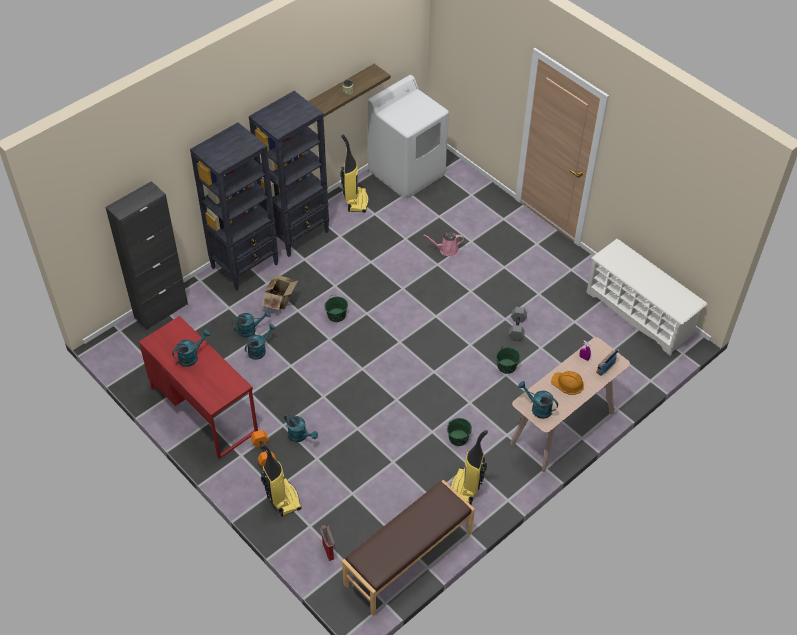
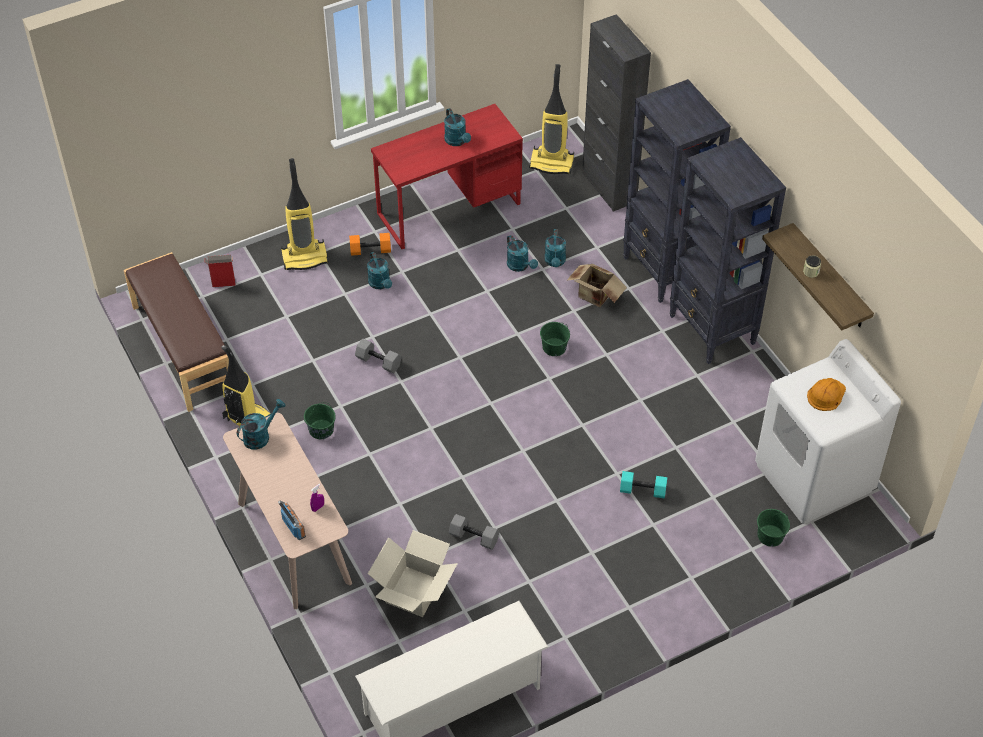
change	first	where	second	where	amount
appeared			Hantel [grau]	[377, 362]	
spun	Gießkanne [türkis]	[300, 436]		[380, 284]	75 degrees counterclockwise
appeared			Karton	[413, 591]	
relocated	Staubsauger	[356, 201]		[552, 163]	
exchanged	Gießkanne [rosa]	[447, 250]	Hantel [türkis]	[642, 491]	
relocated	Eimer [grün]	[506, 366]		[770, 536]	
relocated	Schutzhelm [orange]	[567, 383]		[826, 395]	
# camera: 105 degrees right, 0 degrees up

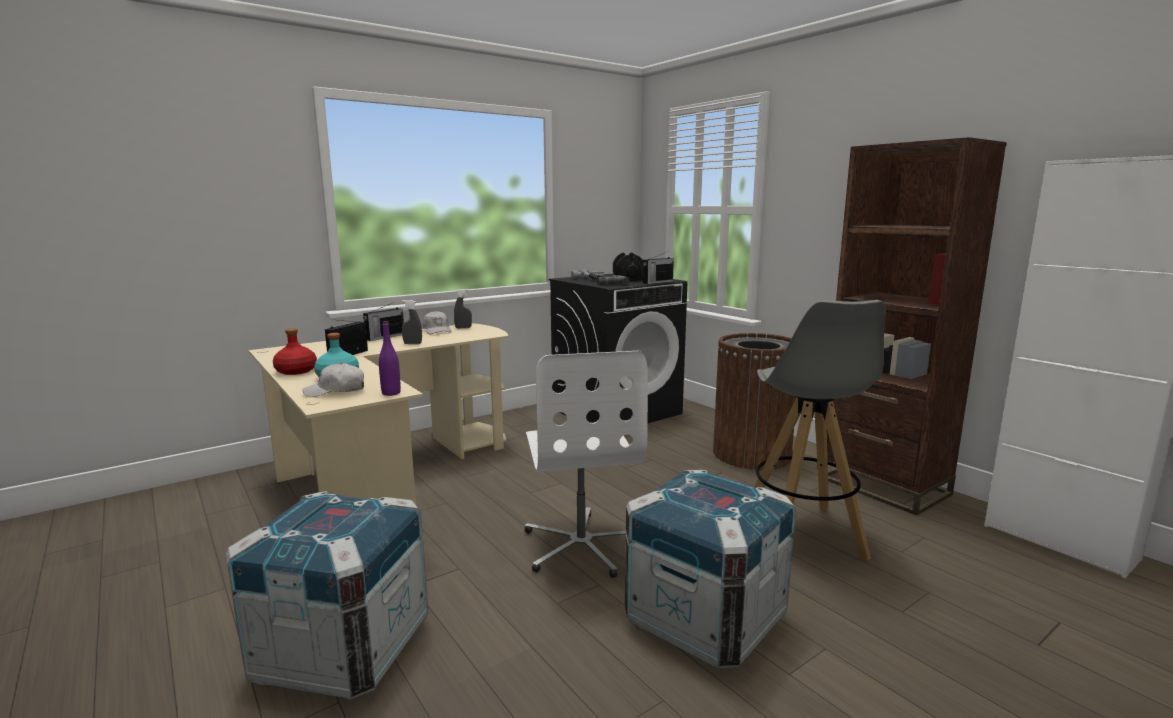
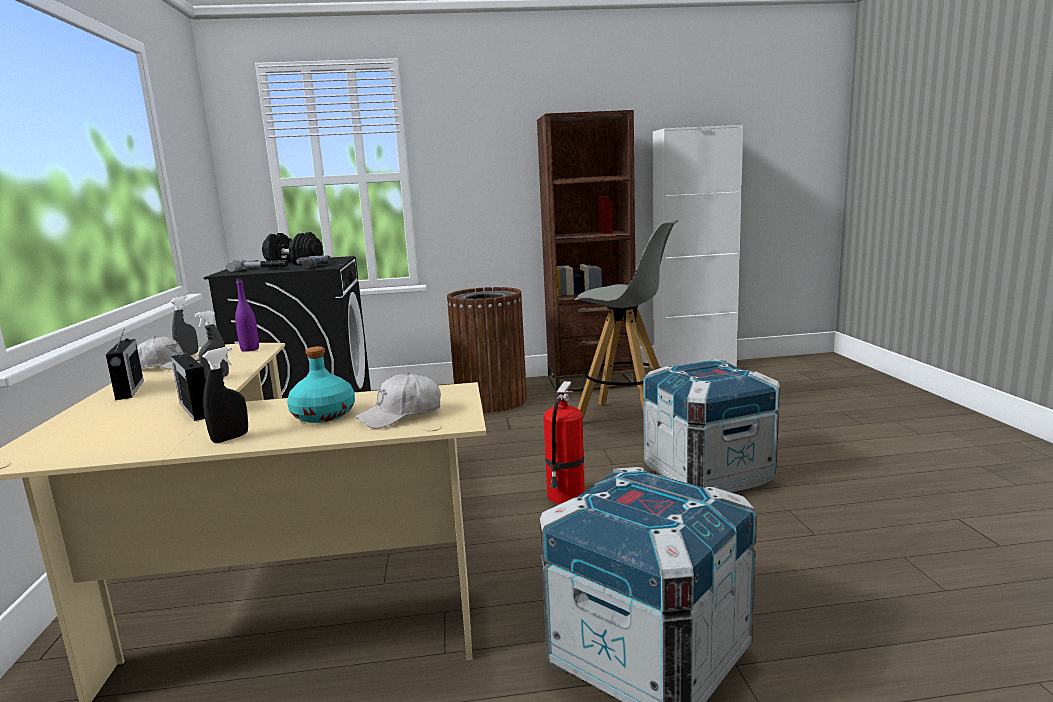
change	first	where	second	where	amount
exchanged	Flasche [rot]	[296, 371]	Sprühflasche [schwarz]	[230, 438]	
relocated	Flasche [lila]	[391, 393]		[250, 349]	
spun	Kappe [weiß]	[335, 391]		[400, 415]	45 degrees clockwise
exchanged	Bürostuhl [weiß]	[582, 545]	Feuerlöscher	[565, 496]	
missing	Radio	[657, 282]			
# camera: 60 degrees left, 0 degrees up

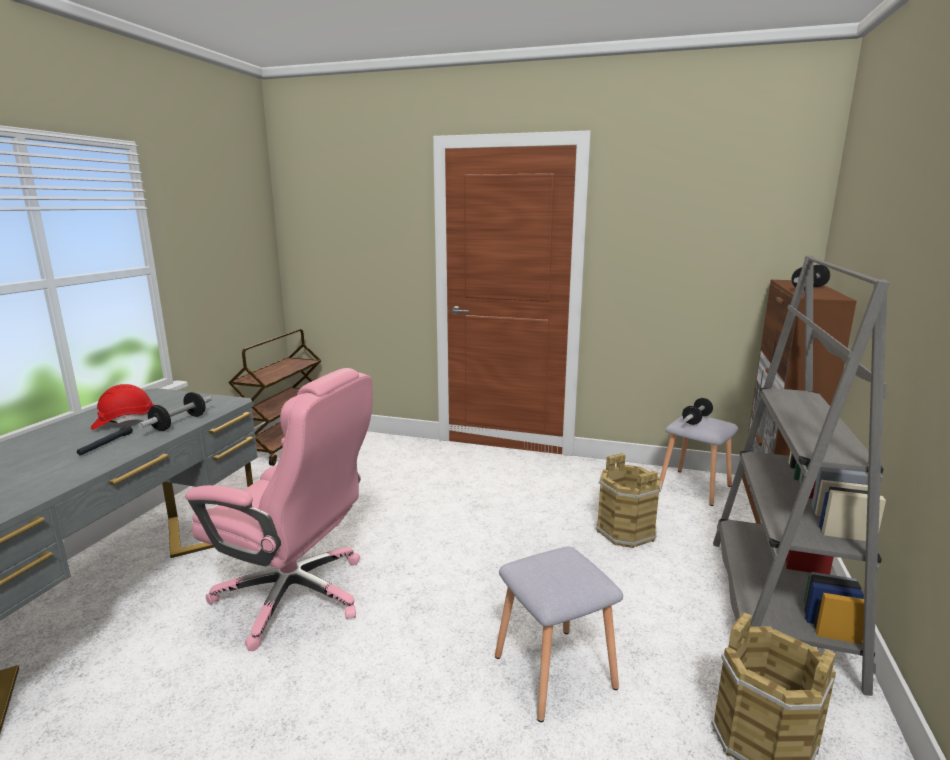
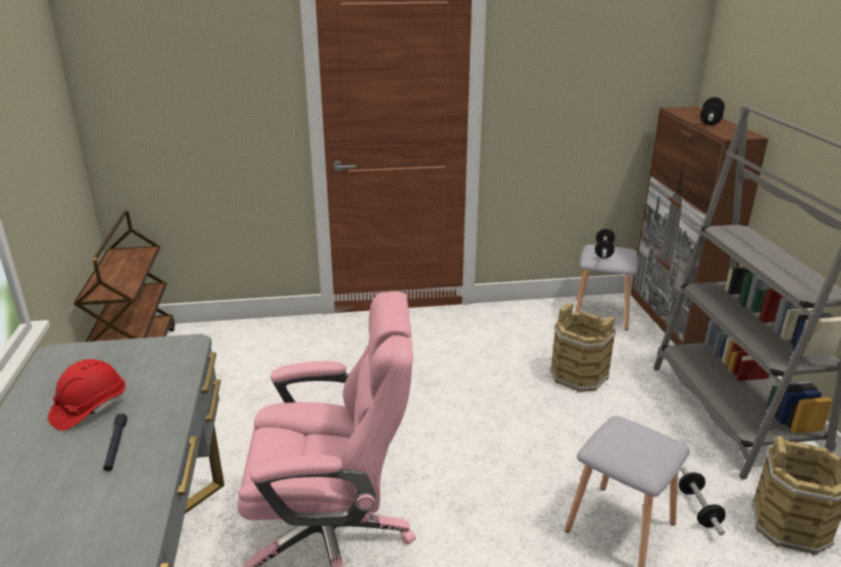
change	first	where	second	where	amount
relocated	Hantel	[179, 423]		[698, 509]	
# camera: 25 degrees left, 10 degrees up

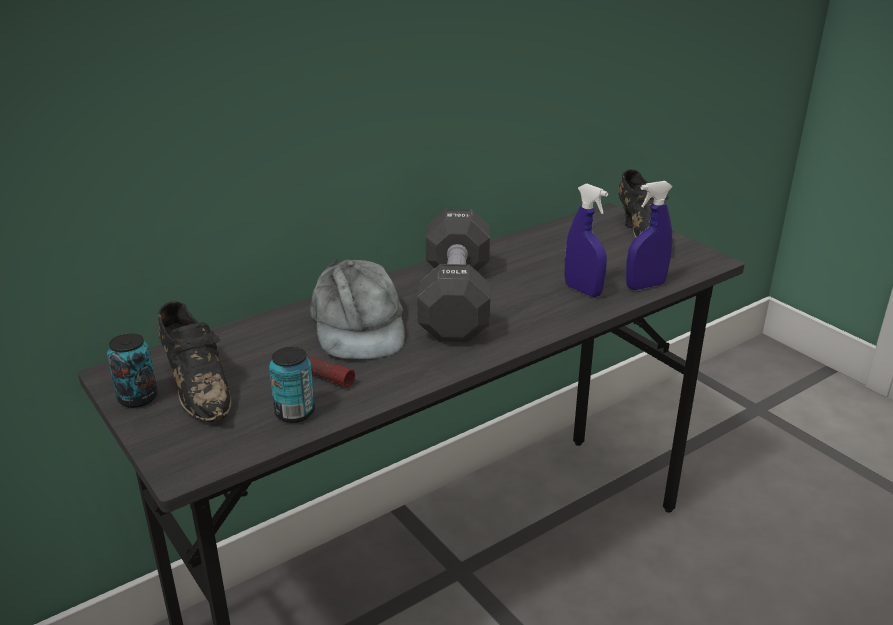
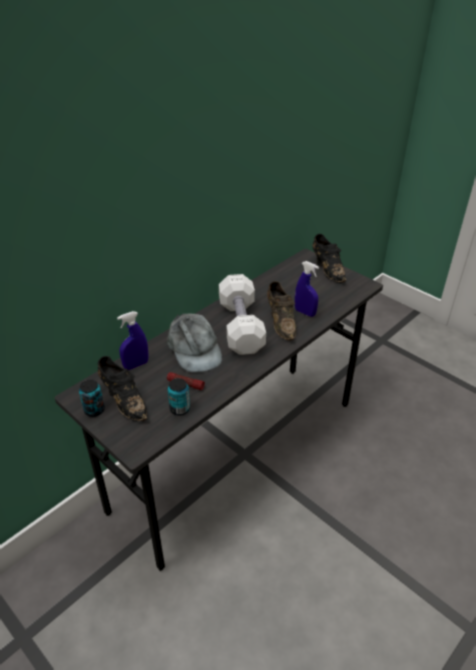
change	first	where	second	where	amount
relocated	Sprühflasche [blau]	[645, 286]		[136, 365]	
colour	Hantel [schwarz]	[456, 300]	Hantel [weiß]	[241, 326]	
appeared			Schuh [braun]	[281, 322]	
# camera: 10 degrees left, 10 degrees up

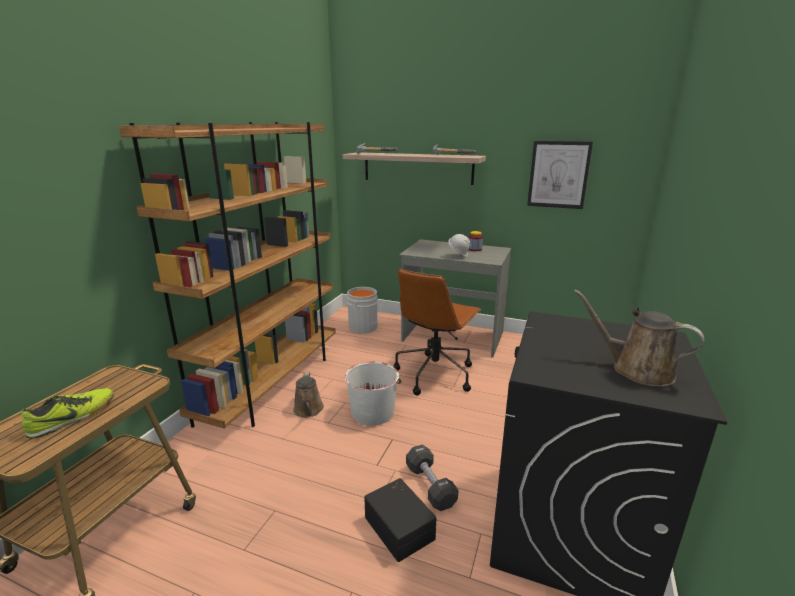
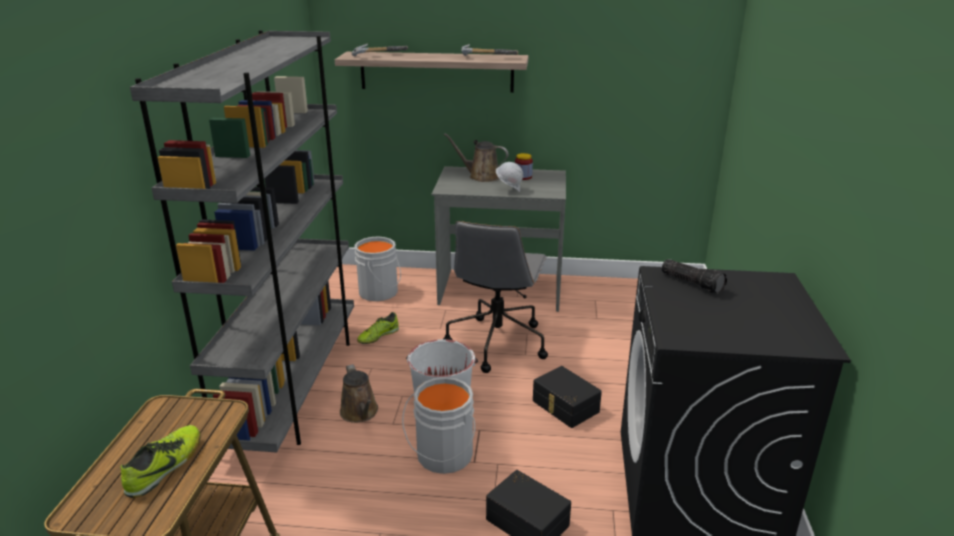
change	first	where	second	where	amount
colour	Bücherregal [braun]	[272, 384]	Bücherregal [grau]	[294, 386]	
appeared			Schuh	[378, 336]	
appeared			Eimer [grau]	[442, 456]	
colour	Bürostuhl [braun]	[435, 373]	Bürostuhl [grau]	[497, 342]	
relocated	Gießkanne [braun]	[636, 370]		[481, 176]	
appeared			Aufbewahrungsbox [schwarz]	[564, 407]	
appeared			Taschenlampe	[692, 283]	
missing	Hantel [schwarz]	[430, 486]			
missing	Bild	[558, 174]			
# camera: 15 degrees left, 5 degrees up

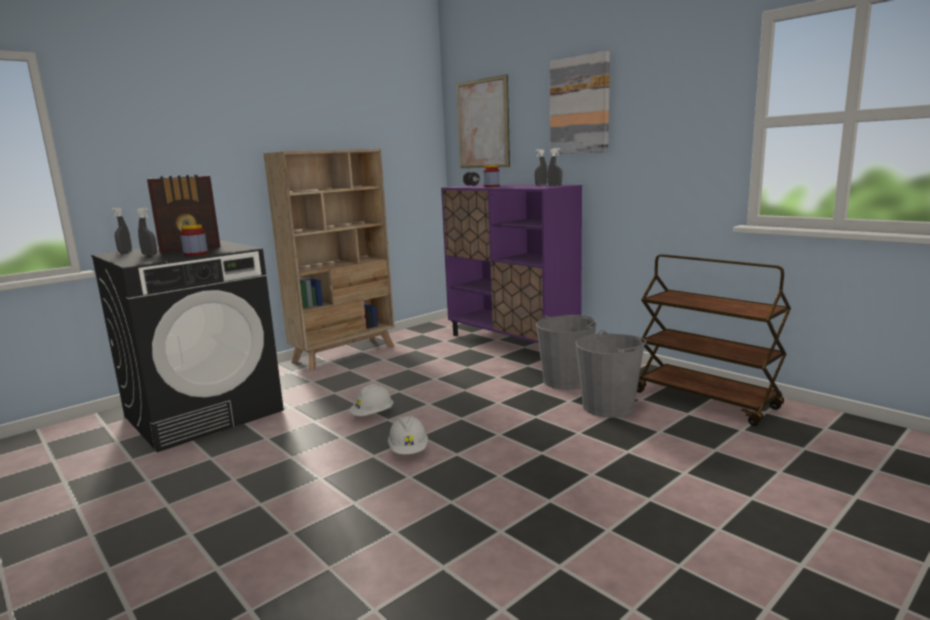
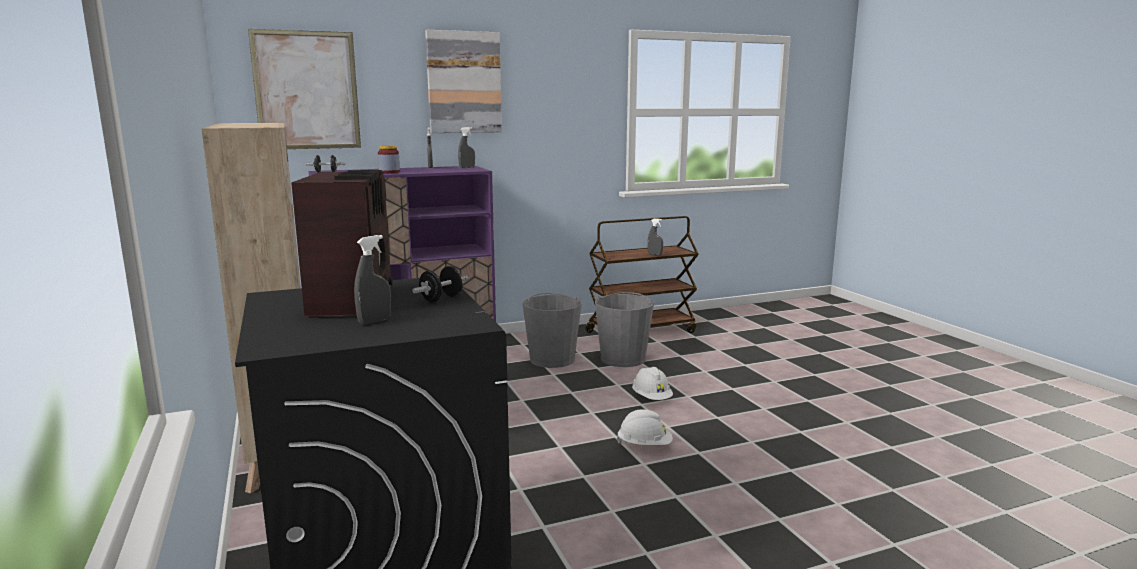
change	first	where	second	where	amount
exchanged	Vorratsglas	[195, 254]	Hantel [schwarz]	[441, 299]	
relocated	Schutzhelm [weiß]	[372, 415]		[651, 398]	
relocated	Sprühflasche [grau]	[125, 251]		[654, 254]	
# camera: 70 degrees left, 0 degrees up

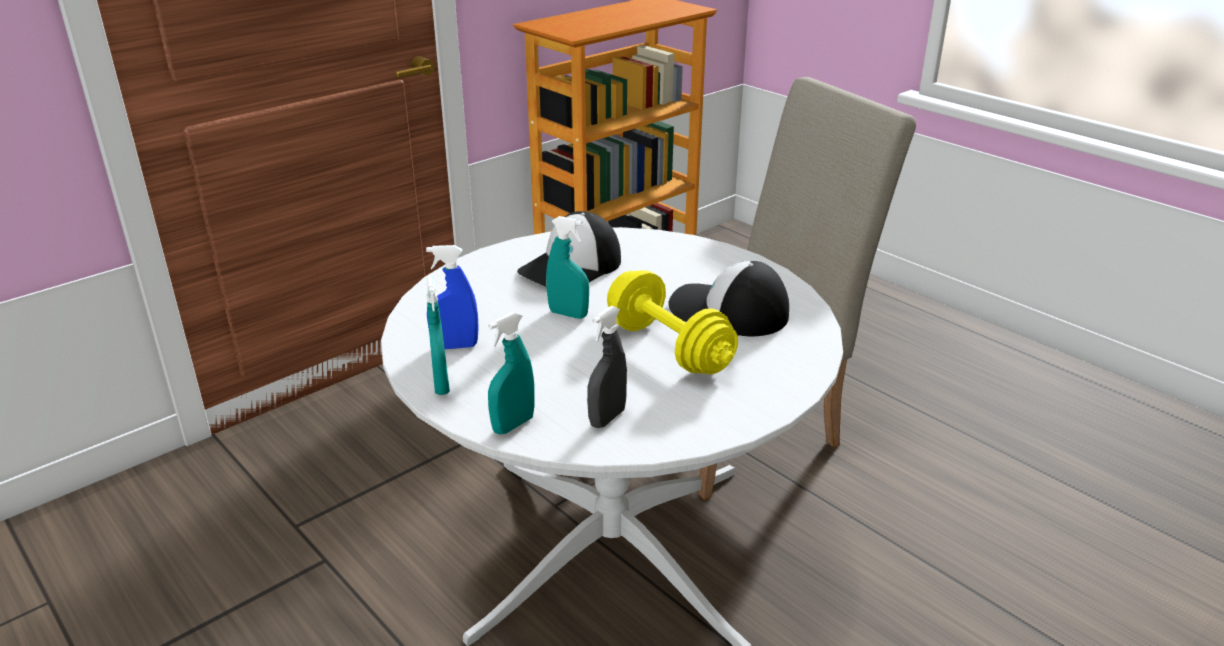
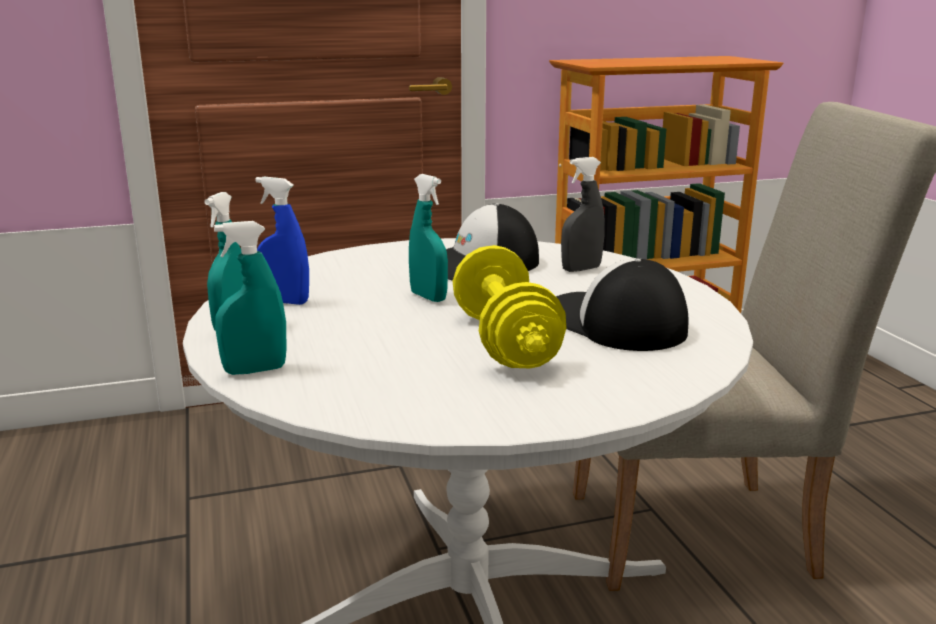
change	first	where	second	where	amount
relocated	Sprühflasche [grau]	[607, 418]		[581, 269]	
# camera: 25 degrees right, 10 degrees down

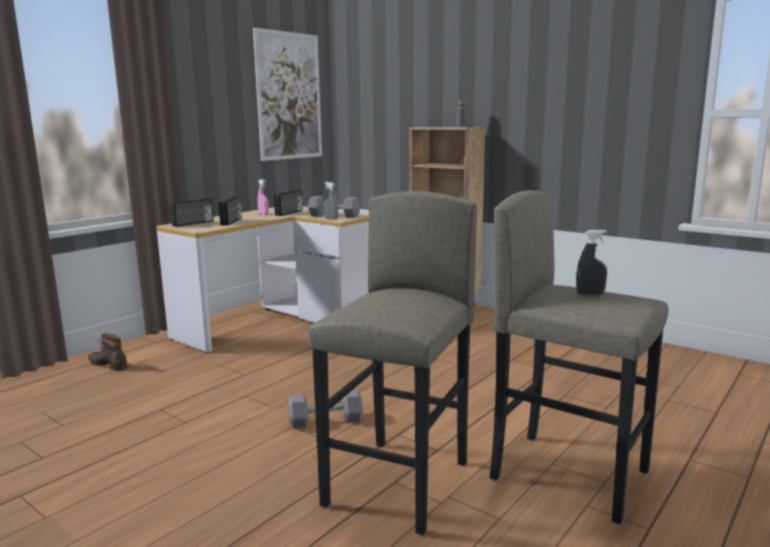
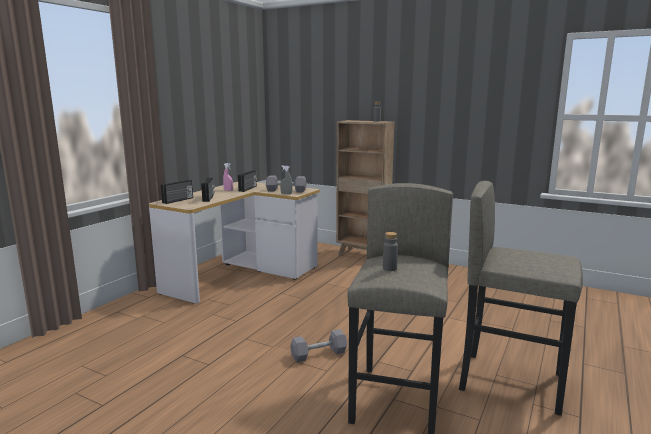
change	first	where	second	where	amount
appeared			Flasche [grau]	[389, 268]	
missing	Stiefel	[109, 364]			
missing	Bild	[289, 96]			
missing	Sprühflasche [grau]	[590, 294]			
# camera: 10 degrees left, 0 degrees up

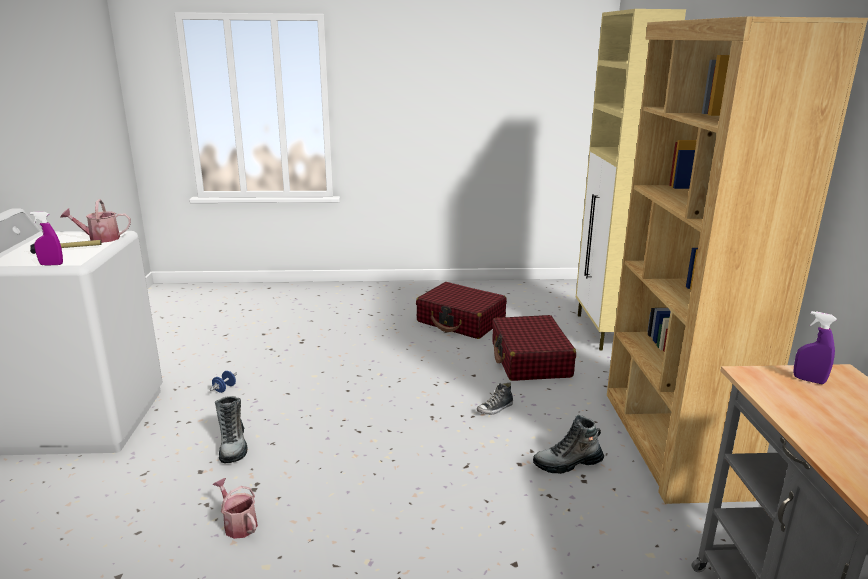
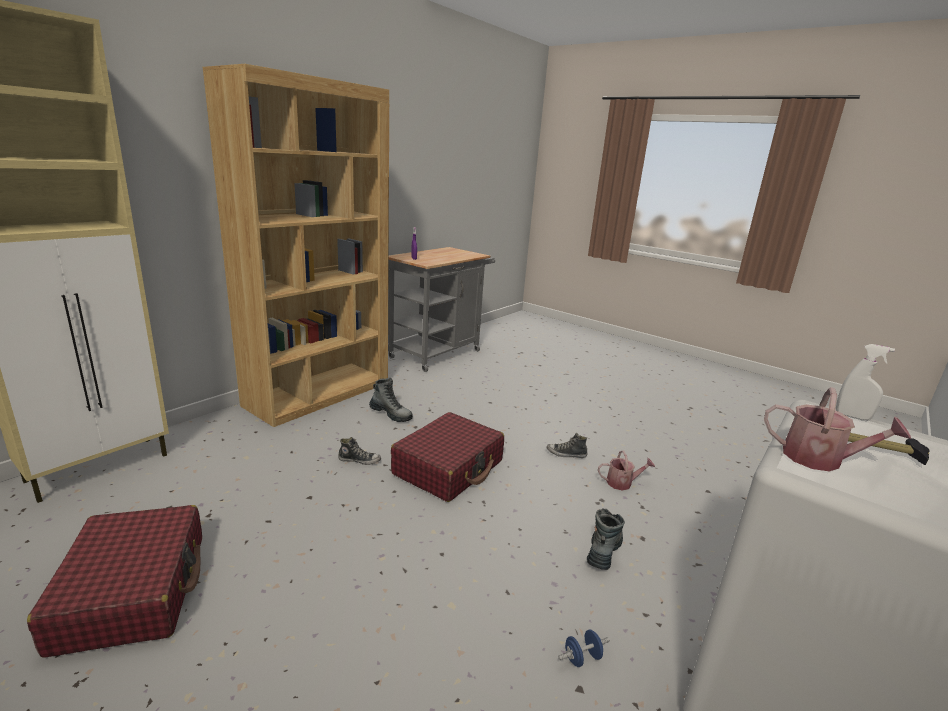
change	first	where	second	where	amount
relocated	Koffer [rot]	[530, 360]		[448, 468]	
appeared			Schuh	[566, 454]	
spun	Gießkanne	[238, 524]		[622, 483]	90 degrees counterclockwise
colour	Sprühflasche [lila]	[51, 264]	Sprühflasche [weiß]	[852, 416]	
# camera: 140 degrees left, 0 degrees up

